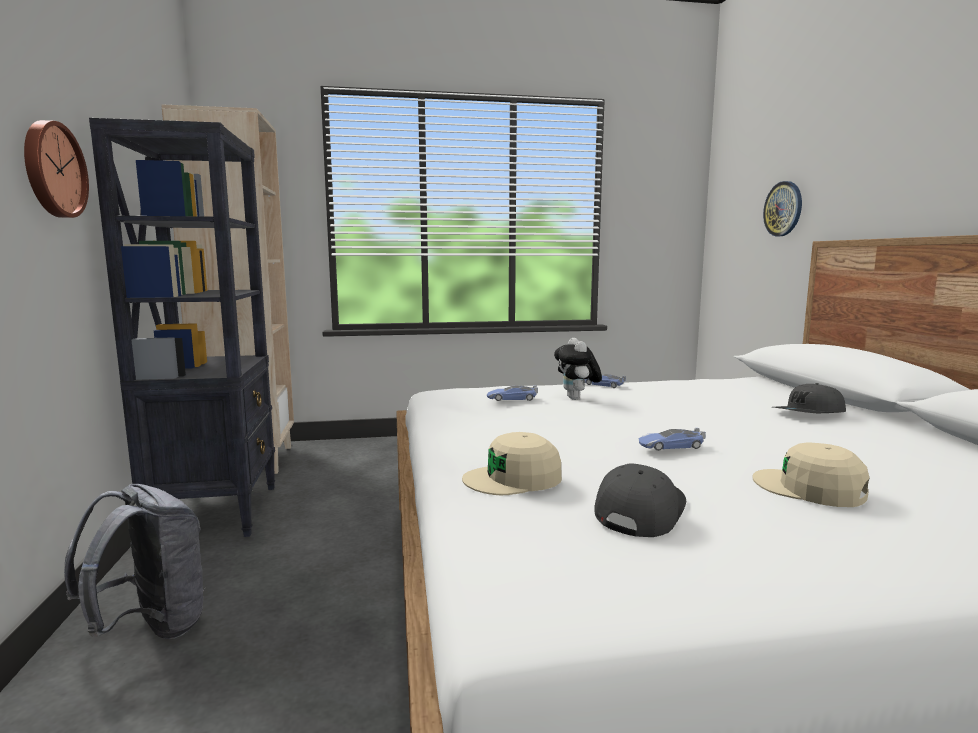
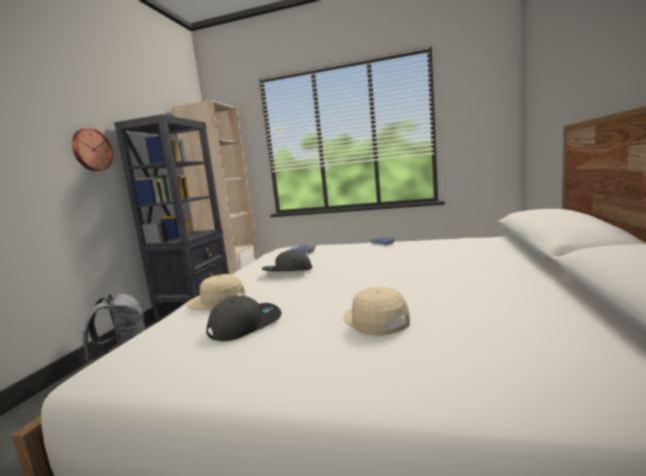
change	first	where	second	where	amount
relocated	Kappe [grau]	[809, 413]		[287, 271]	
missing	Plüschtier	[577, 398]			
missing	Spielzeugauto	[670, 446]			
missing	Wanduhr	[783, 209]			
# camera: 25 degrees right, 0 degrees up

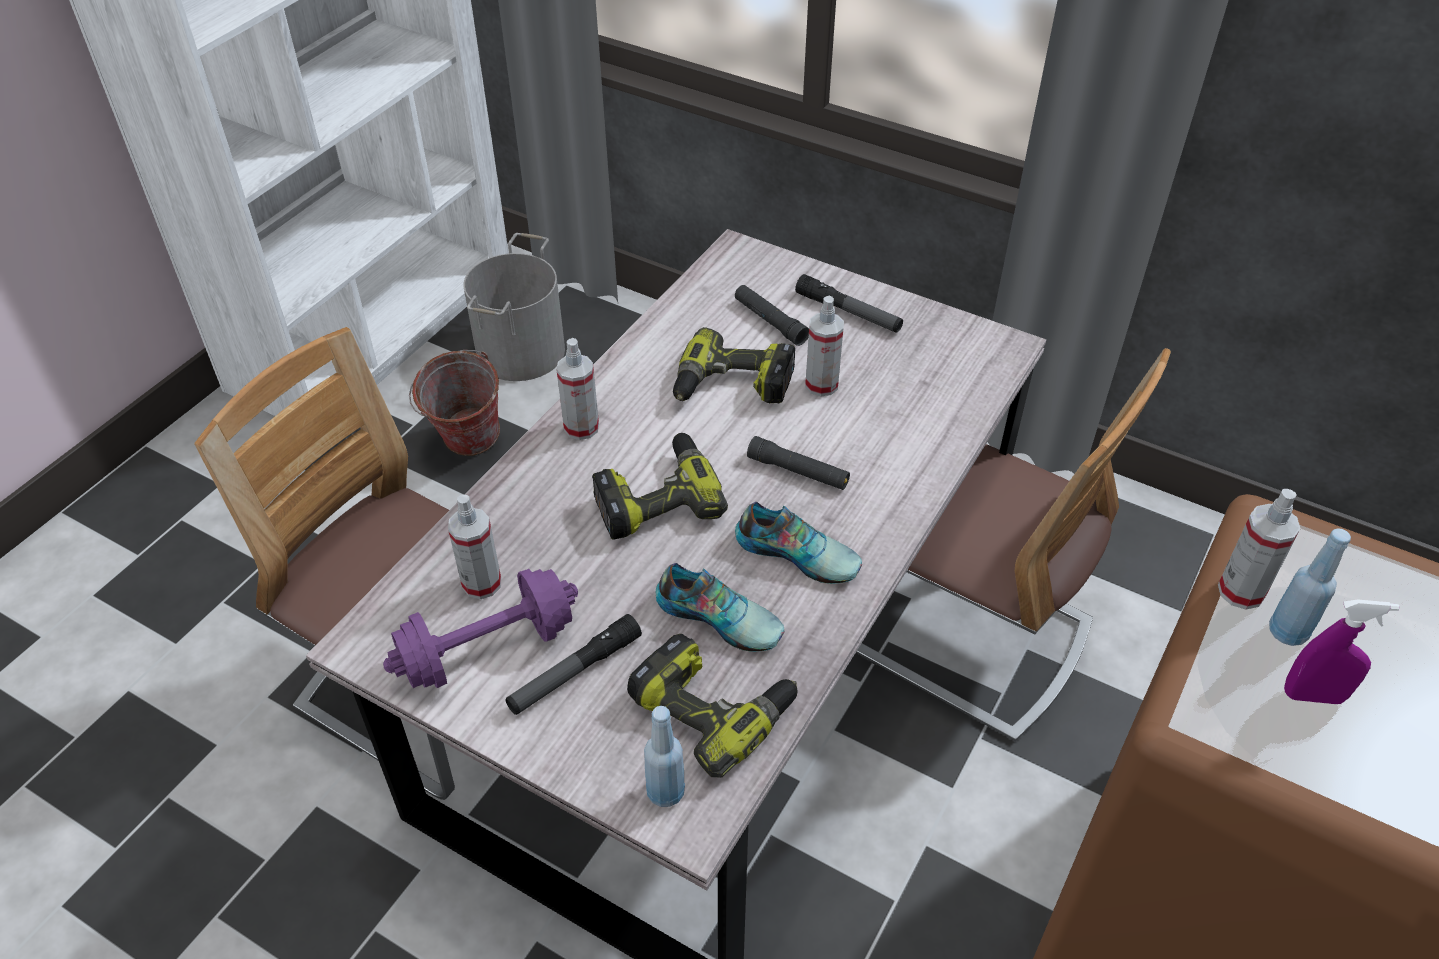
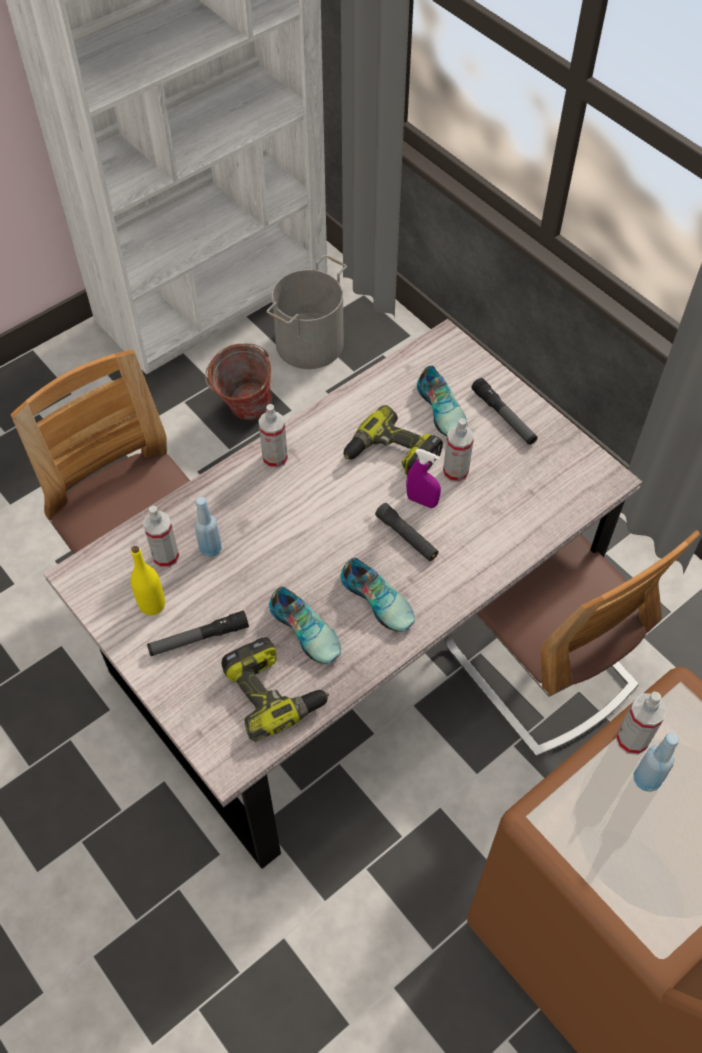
change	first	where	second	where	amount
exchanged	Hantel [lila]	[488, 649]	Flasche [gelb]	[152, 605]	
relocated	Flasche [blau]	[665, 792]		[210, 549]	
relocated	Sprühflasche [lila]	[1313, 696]		[422, 501]	
exchanged	Taschenlampe [schwarz]	[770, 321]	Schuh	[442, 408]	
missing	Bohrmaschine	[656, 498]			
# camera: 20 degrees right, 10 degrees up

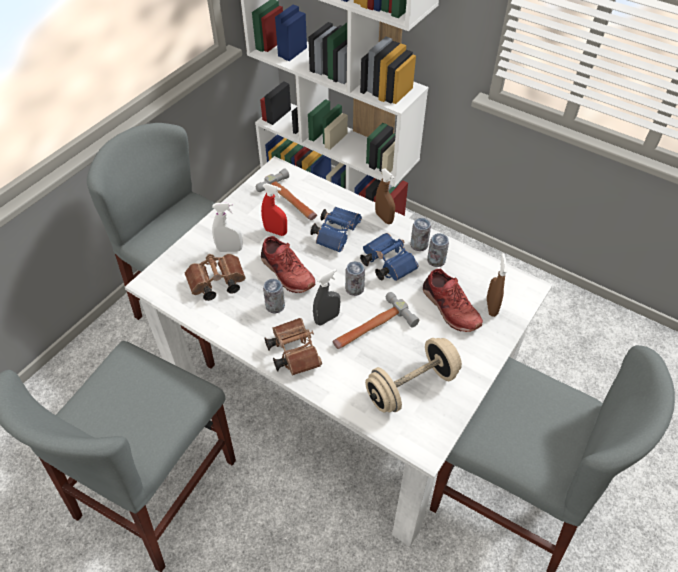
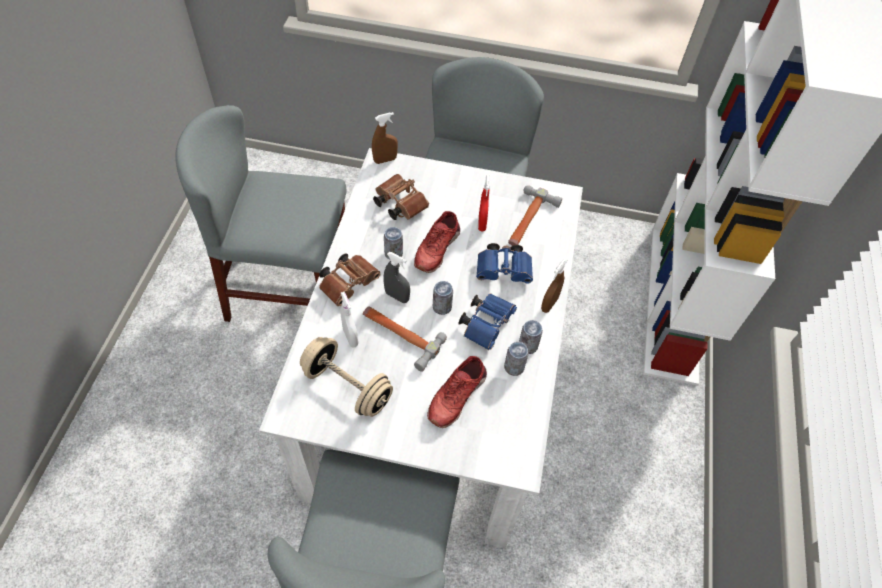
change	first	where	second	where	amount
relocated	Sprühflasche [weiß]	[230, 249]		[350, 337]	
relocated	Sprühflasche [braun]	[491, 307]		[385, 160]	
# camera: 65 degrees right, 5 degrees up

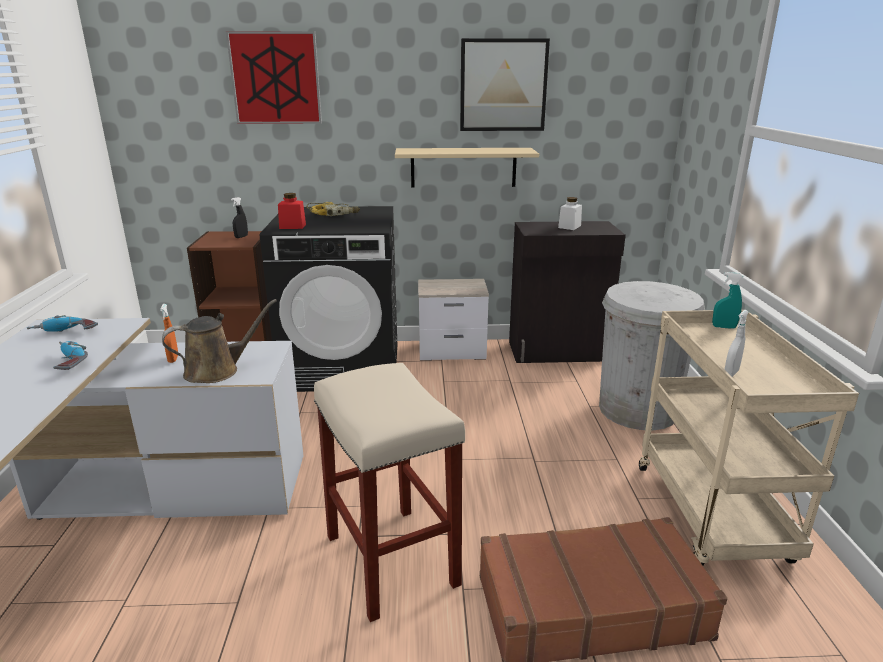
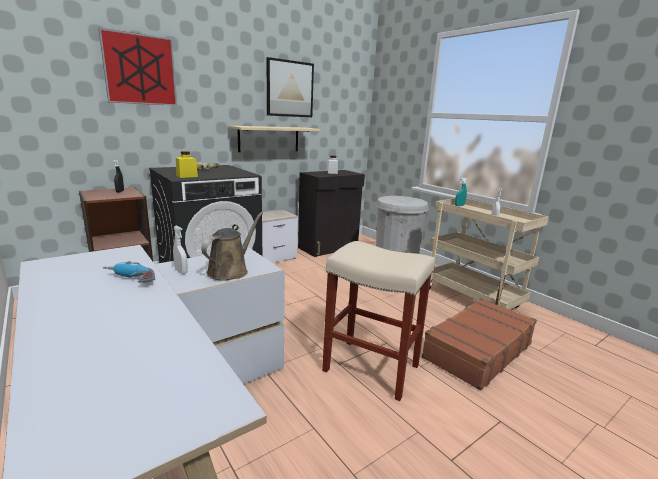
change	first	where	second	where	amount
colour	Sprühflasche [orange]	[173, 359]	Sprühflasche [weiß]	[181, 271]	
colour	Vorratsglas [rot]	[292, 226]	Vorratsglas [gelb]	[187, 176]	
missing	Bohrmaschine	[65, 333]			
# camera: 35 degrees left, 5 degrees down

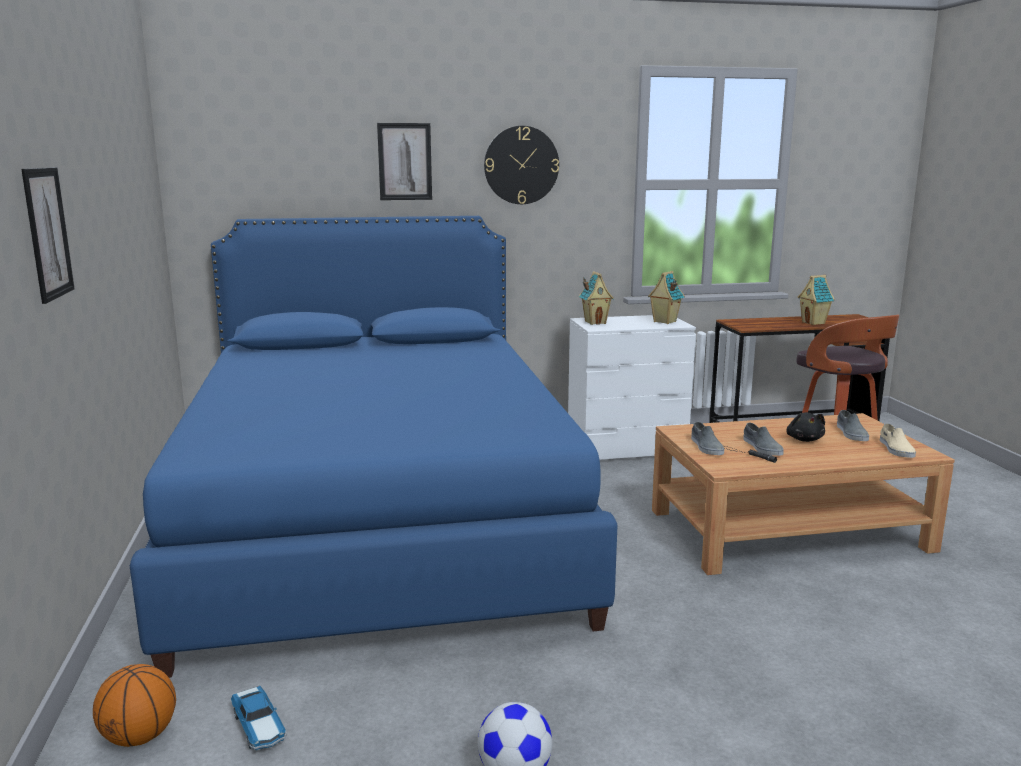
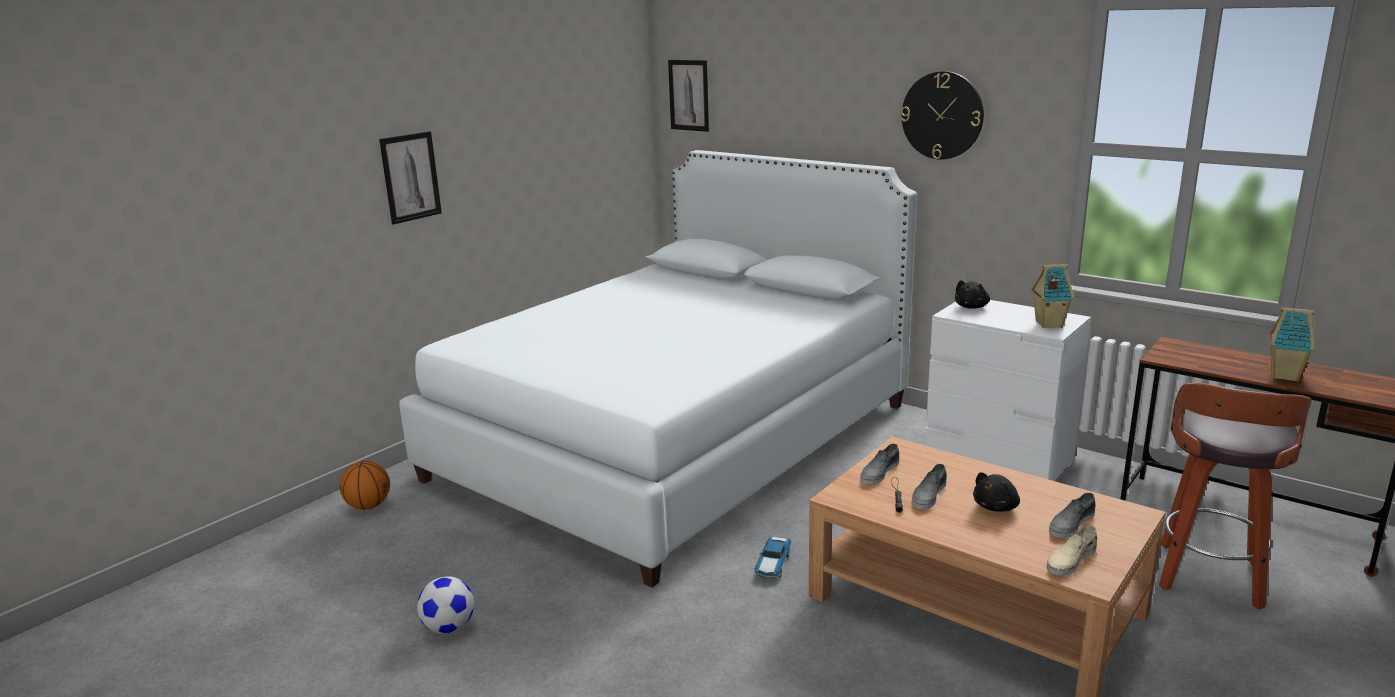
change	first	where	second	where	amount
colour	Bett [blau]	[379, 522]	Bett [weiß]	[675, 441]	
relocated	Bild	[405, 161]		[689, 95]	
relocated	Spielzeugauto	[259, 727]		[772, 564]	
exchanged	Spielzeughaus	[595, 322]	Plüschtier [schwarz]	[972, 307]	
# camera: 50 degrees right, 5 degrees up

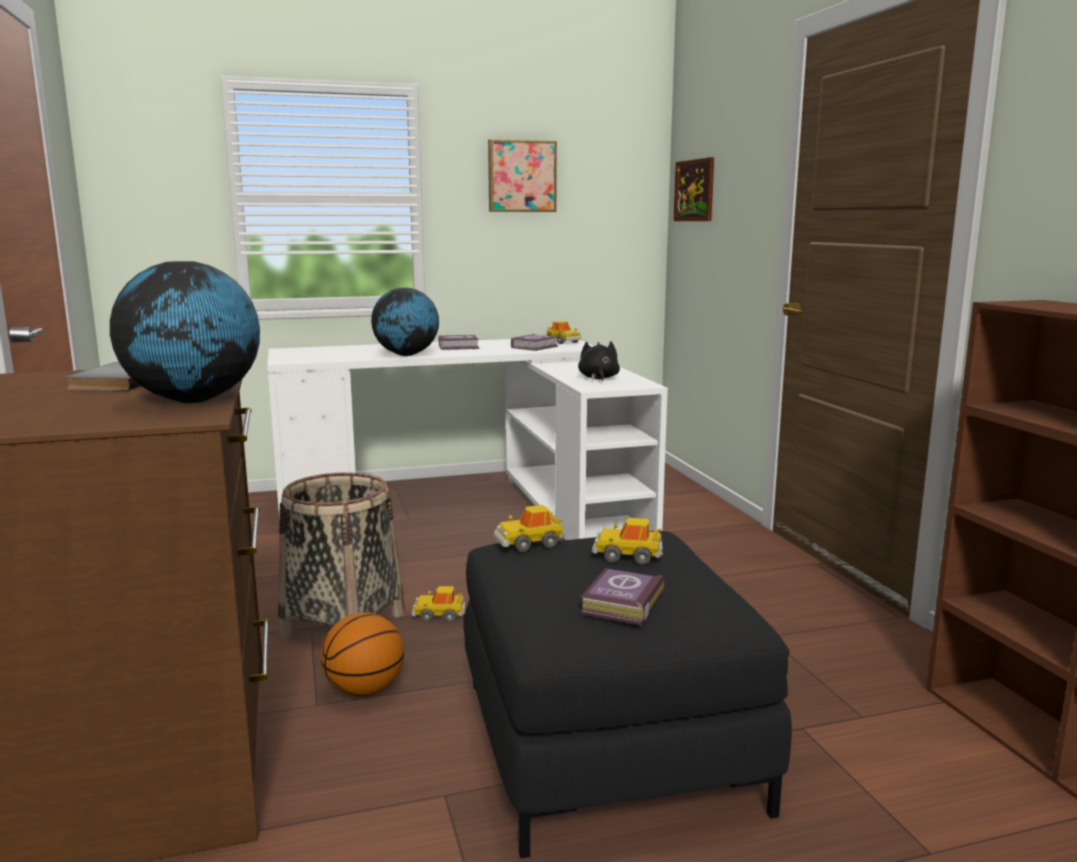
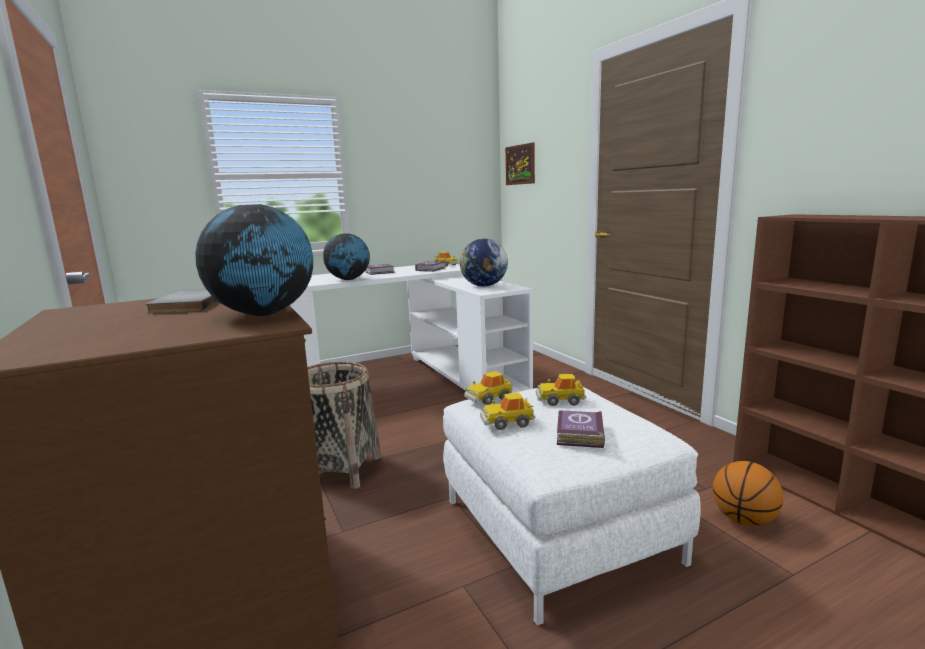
change	first	where	second	where	amount
colour	Polsterhocker [schwarz]	[609, 743]	Polsterhocker [weiß]	[558, 529]	
exchanged	Plüschtier [schwarz]	[598, 378]	Globus	[484, 286]	
relocated	Spielzeugauto	[439, 615]		[507, 422]	
relocated	Basketball	[364, 690]		[743, 520]	
missing	Bild	[521, 176]			
# camera: 10 degrees left, 0 degrees up

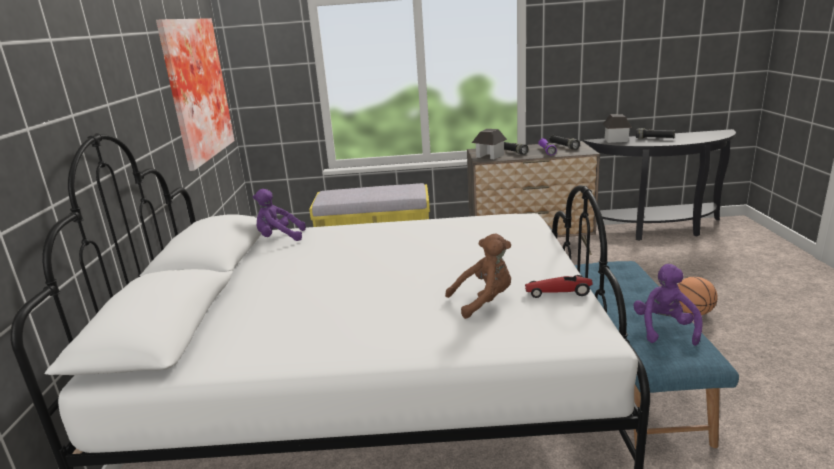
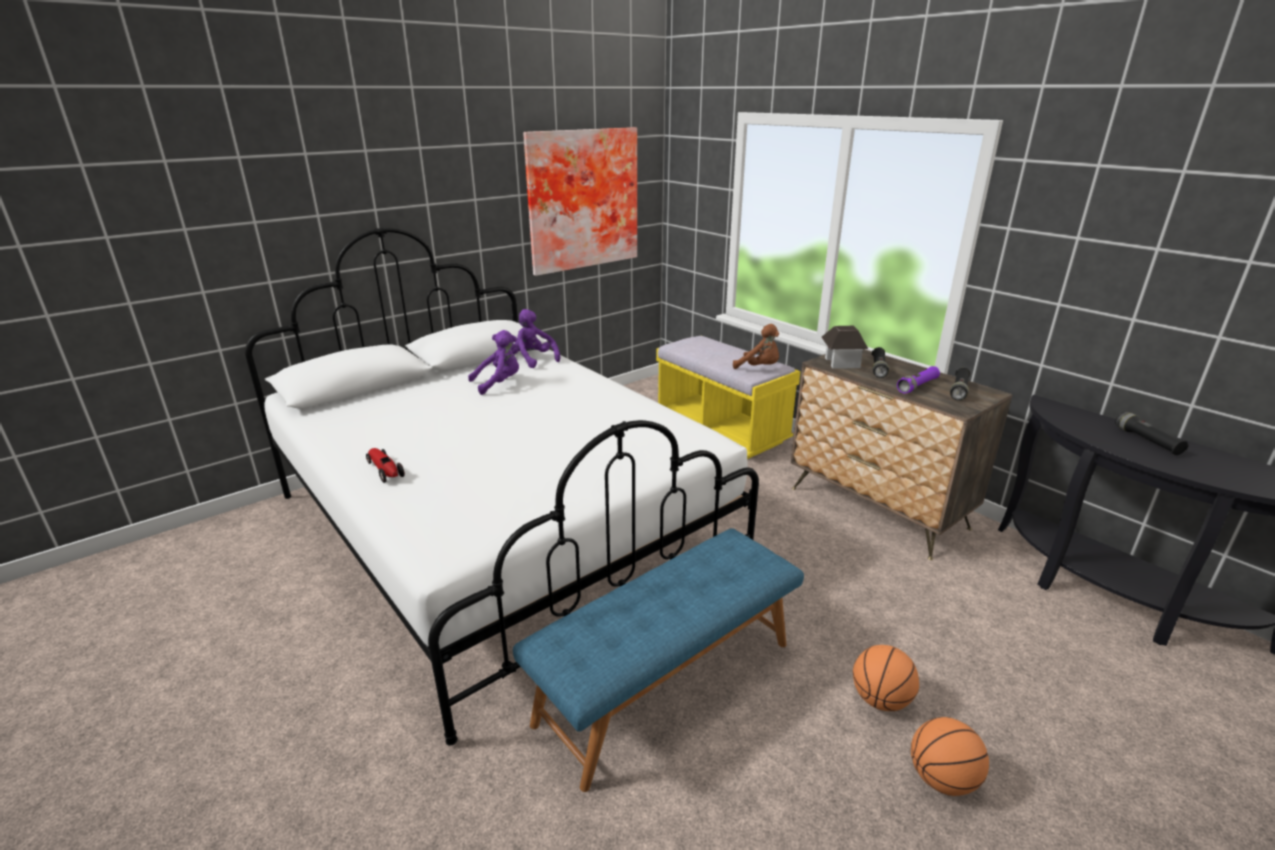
change	first	where	second	where	amount
relocated	Spielzeugauto	[558, 293]		[385, 470]	
relocated	Plüschtier [lila]	[664, 329]		[499, 383]	
relocated	Plüschtier [braun]	[484, 301]		[759, 368]	
appeared			Basketball	[942, 779]	
missing	Spielzeughaus	[616, 140]			
# camera: 50 degrees right, 5 degrees up

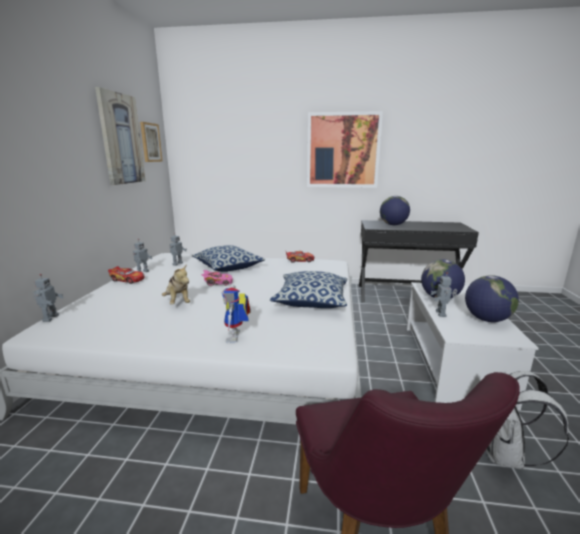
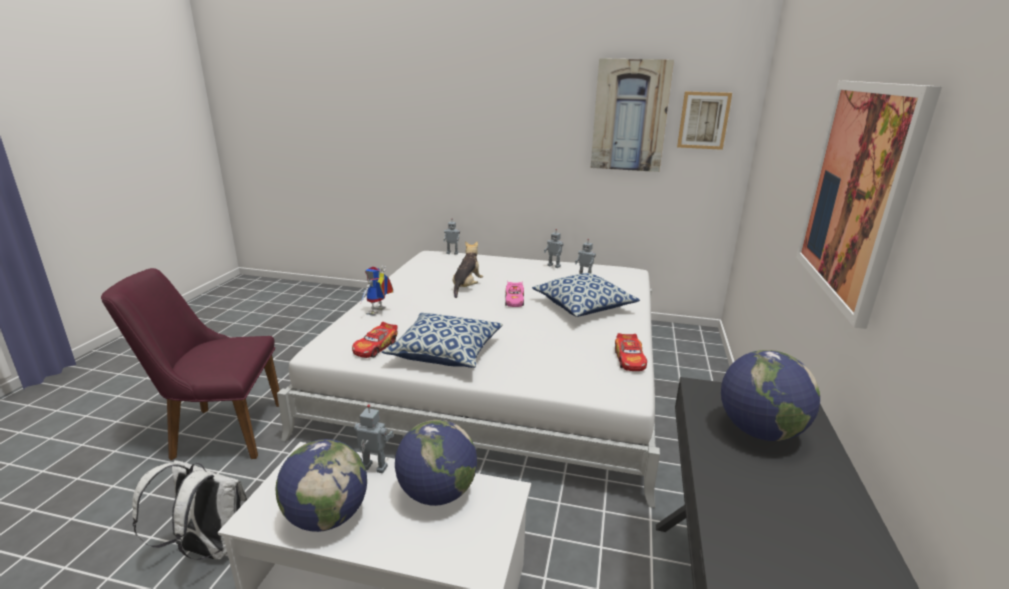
change	first	where	second	where	amount
relocated	Spielzeugauto	[127, 279]		[376, 347]	
spun	Spielzeugroboter	[236, 337]		[378, 312]	75 degrees counterclockwise
spun	Plüschtier	[178, 302]		[466, 287]	135 degrees clockwise
# camera: 95 degrees right, 5 degrees up

